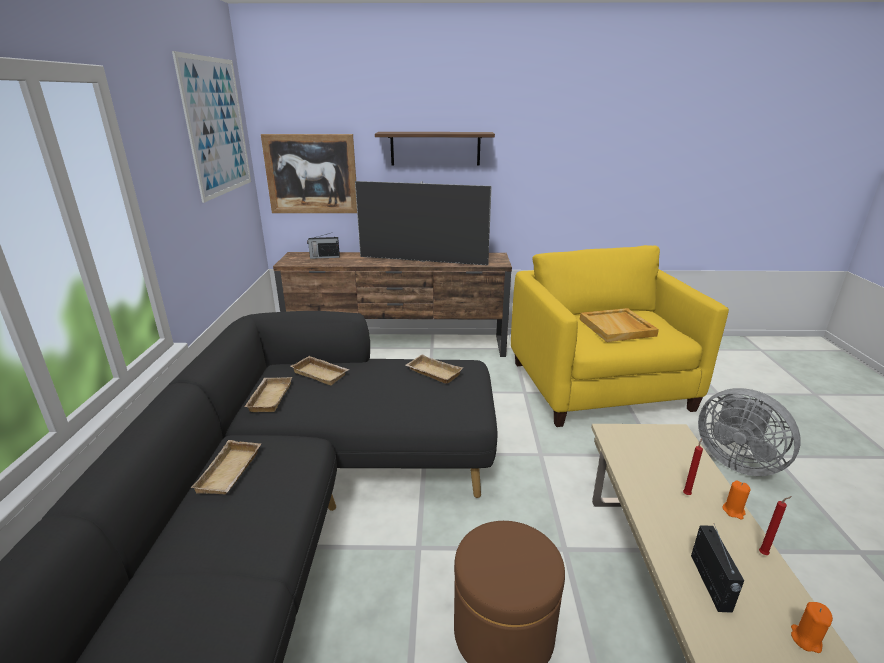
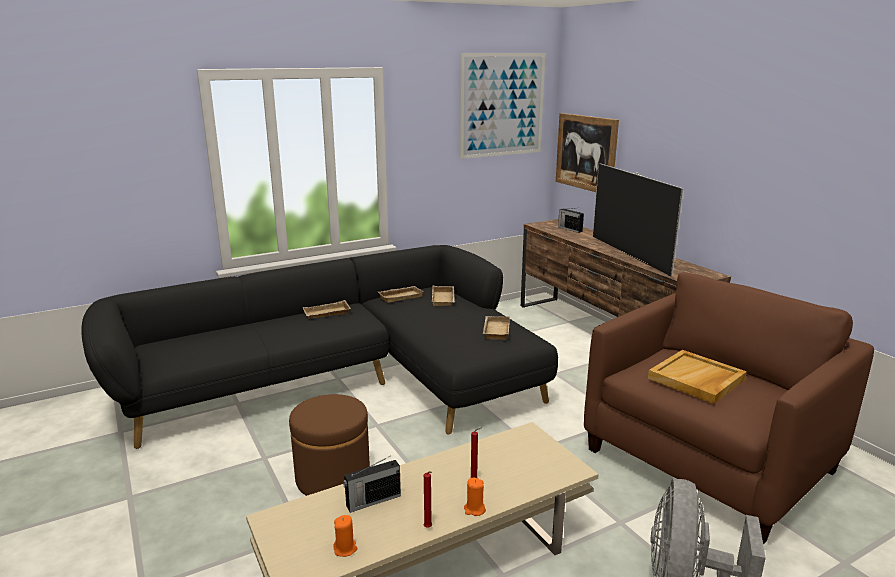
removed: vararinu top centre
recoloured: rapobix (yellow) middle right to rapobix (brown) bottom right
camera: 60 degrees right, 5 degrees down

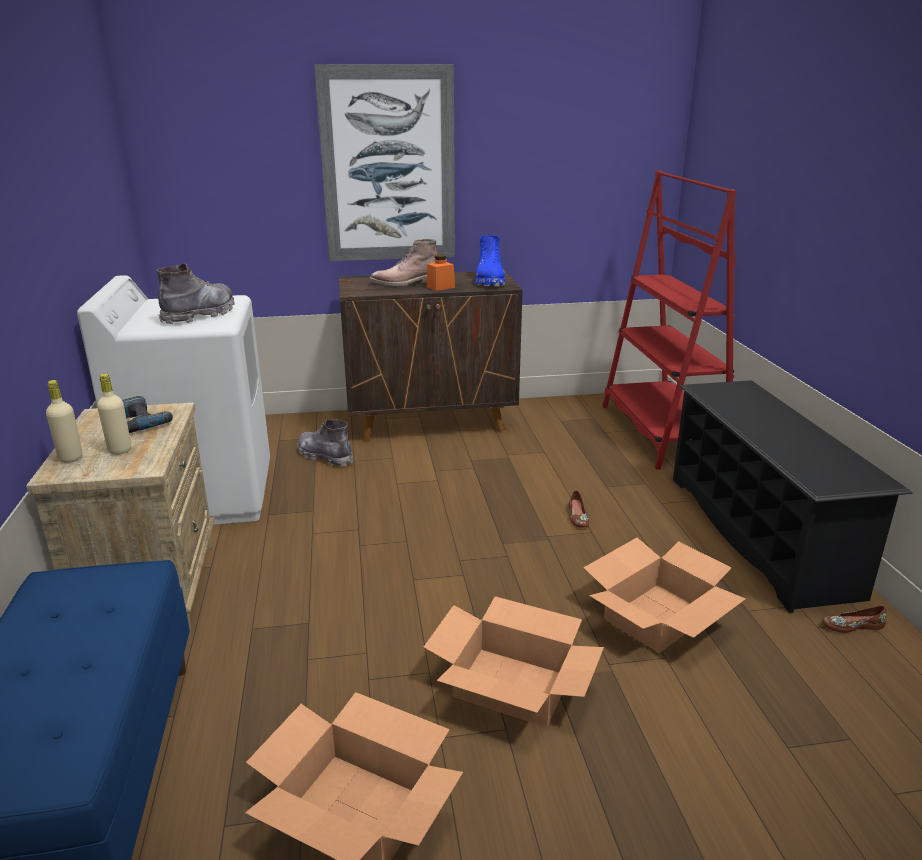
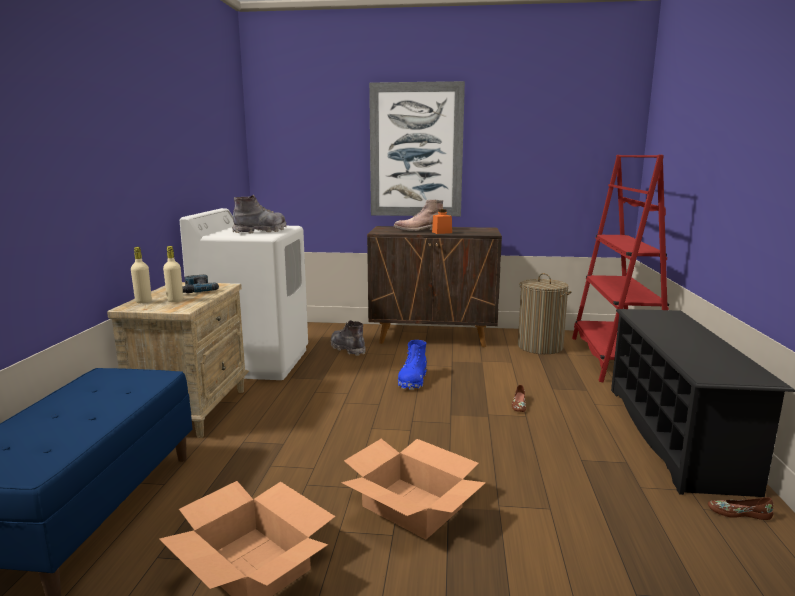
removed: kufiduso (3rd from left) bottom right
added: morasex middle right
moved: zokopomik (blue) top centre to centre
camera: 15 degrees right, 10 degrees down

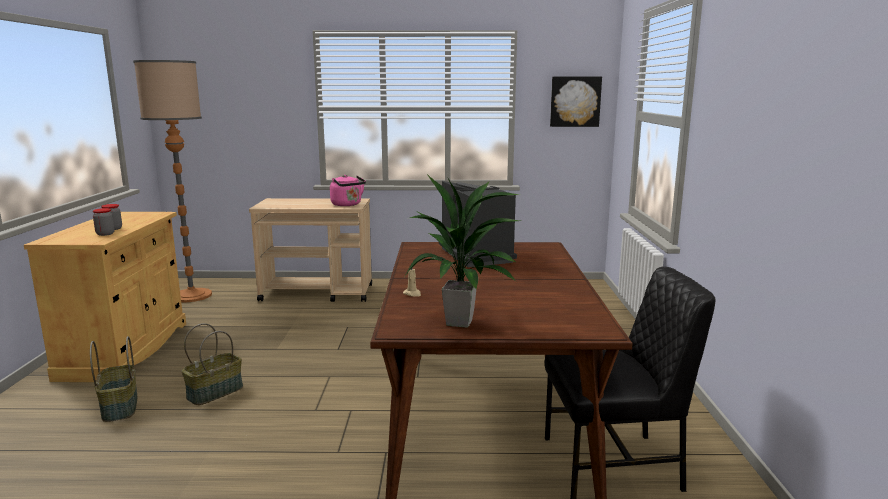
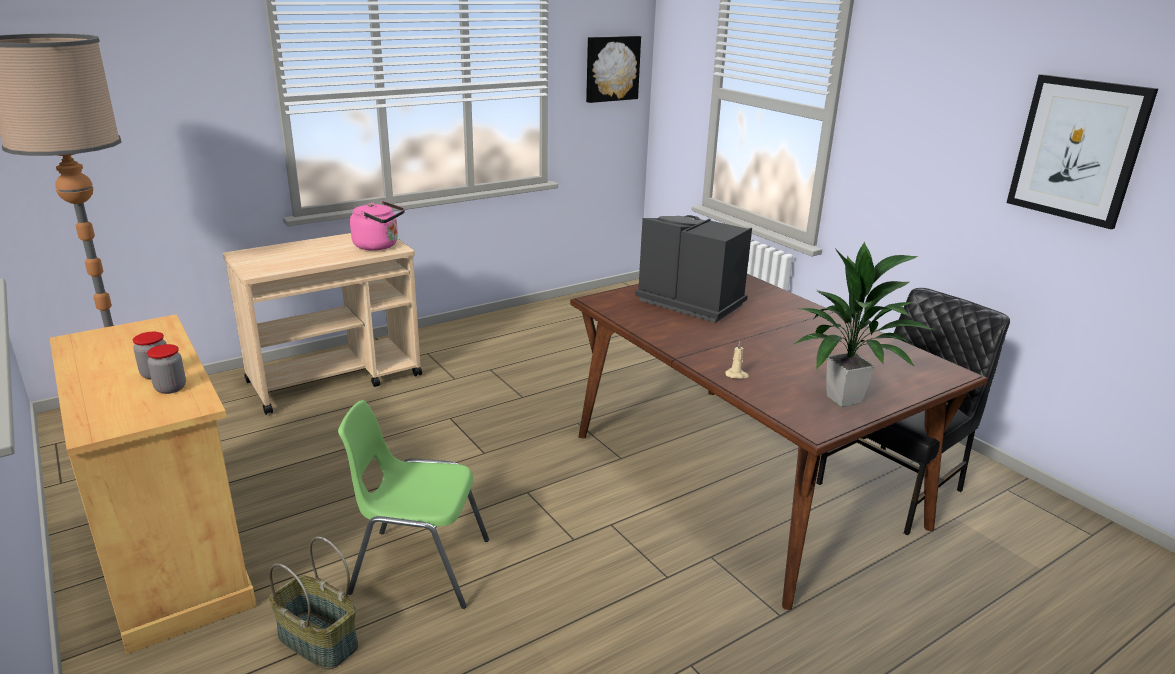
added: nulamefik (2nd from left) top right
replaced: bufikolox (2nd from left) bottom left to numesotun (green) bottom centre
camera: 35 degrees left, 10 degrees up

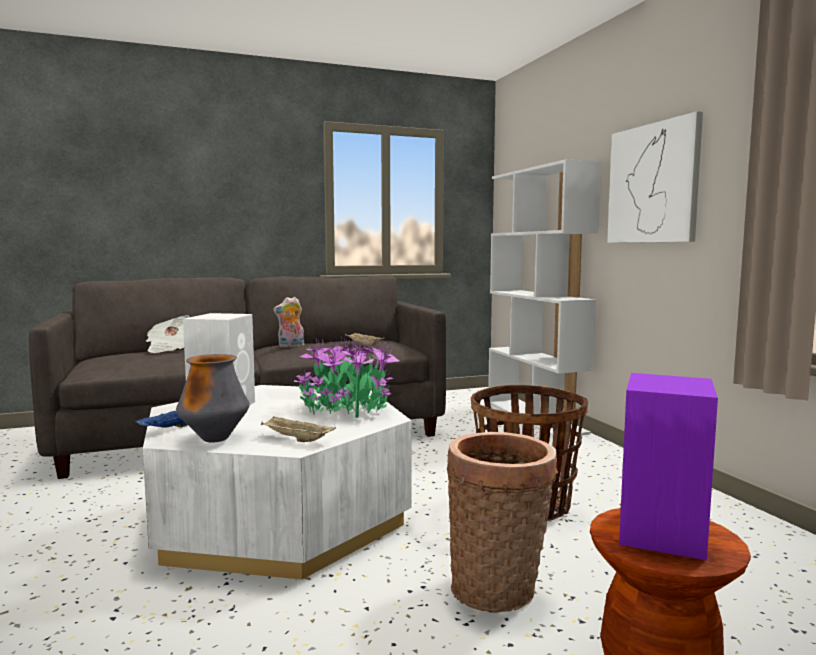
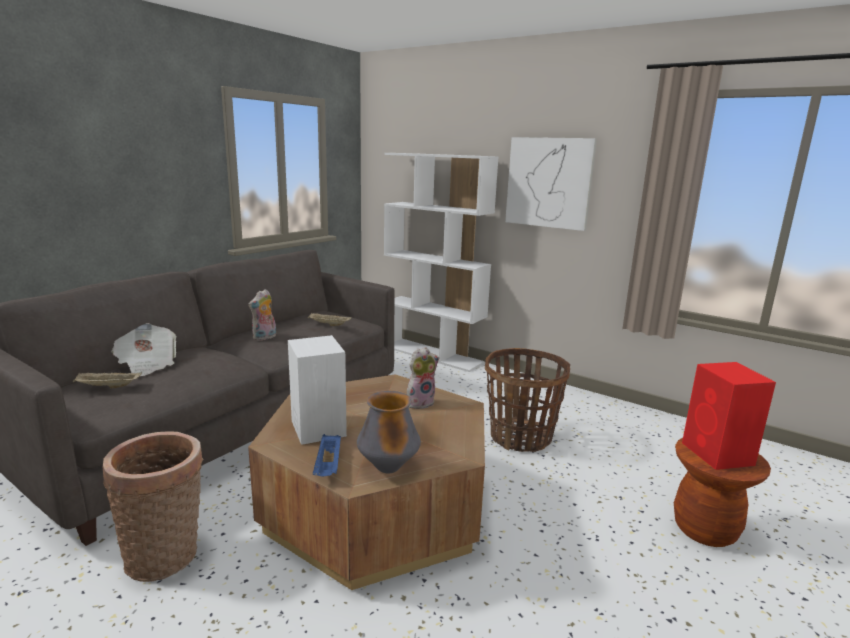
moved: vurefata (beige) (1st from left) centre to middle left; bufikolox (1st from left) bottom centre to bottom left
replaced: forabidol centre to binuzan (2nd from left) centre
recoloured: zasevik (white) bottom centre to zasevik (brown) bottom centre; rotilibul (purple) bottom right to rotilibul (red) middle right
camera: 35 degrees left, 10 degrees up

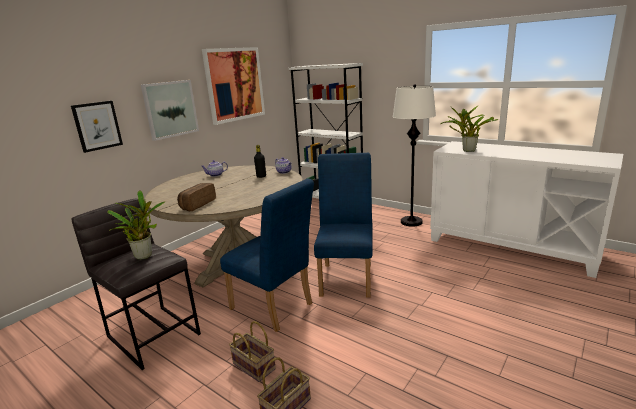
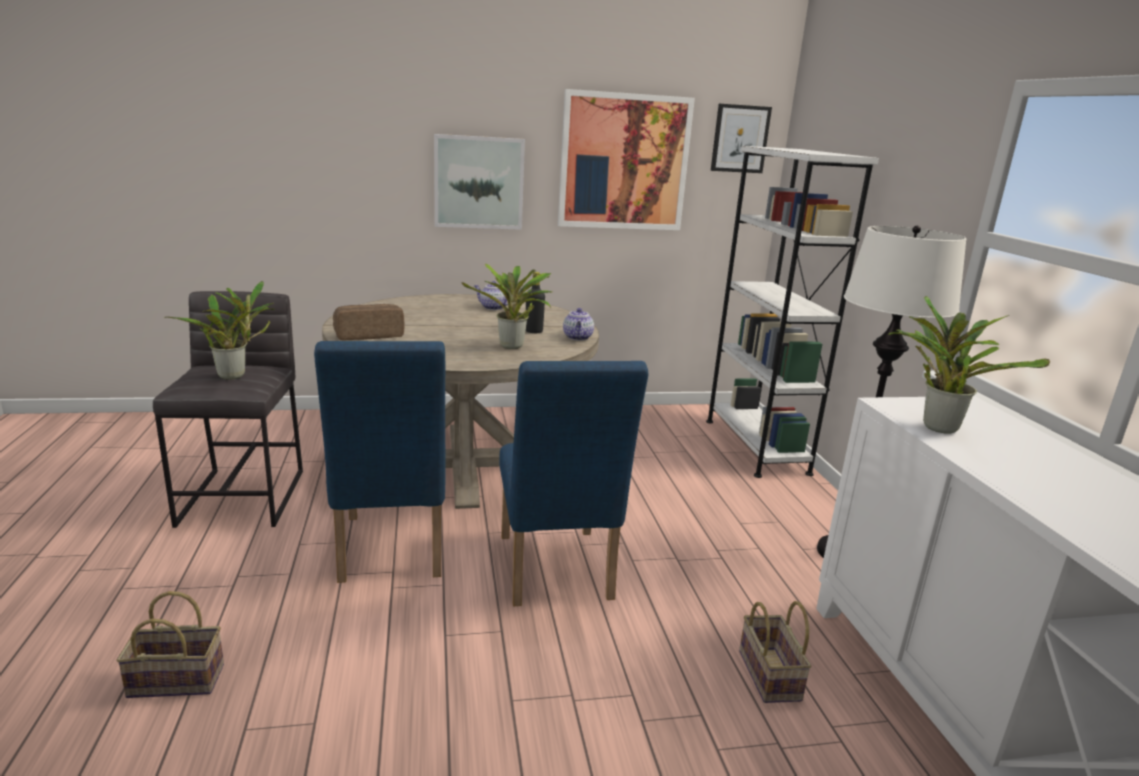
added: forabidol (2nd from left) centre
moved: nulamefik (1st from left in the first image) top left to nulamefik (3rd from left) top centre; bufikolox (1st from left in the first image) bottom centre to bufikolox (2nd from left) bottom right
turned: numesotun (blue) (2nd from left) centre = centre 120 degrees clockwise
camera: 40 degrees right, 0 degrees up

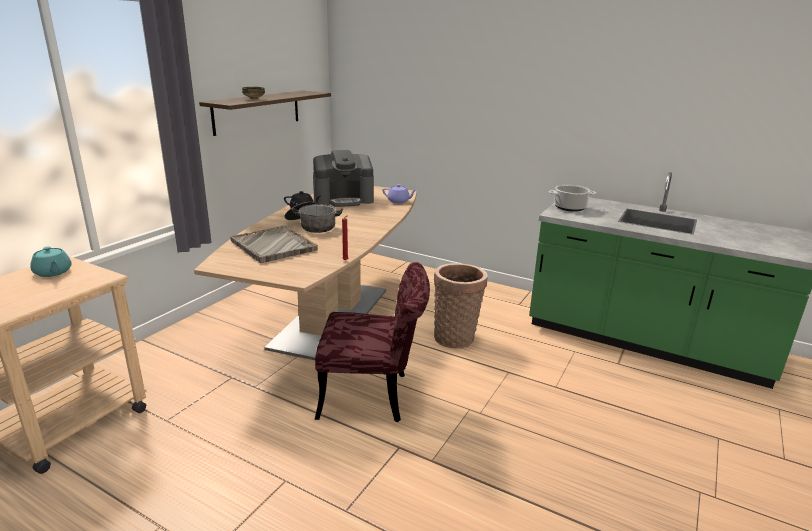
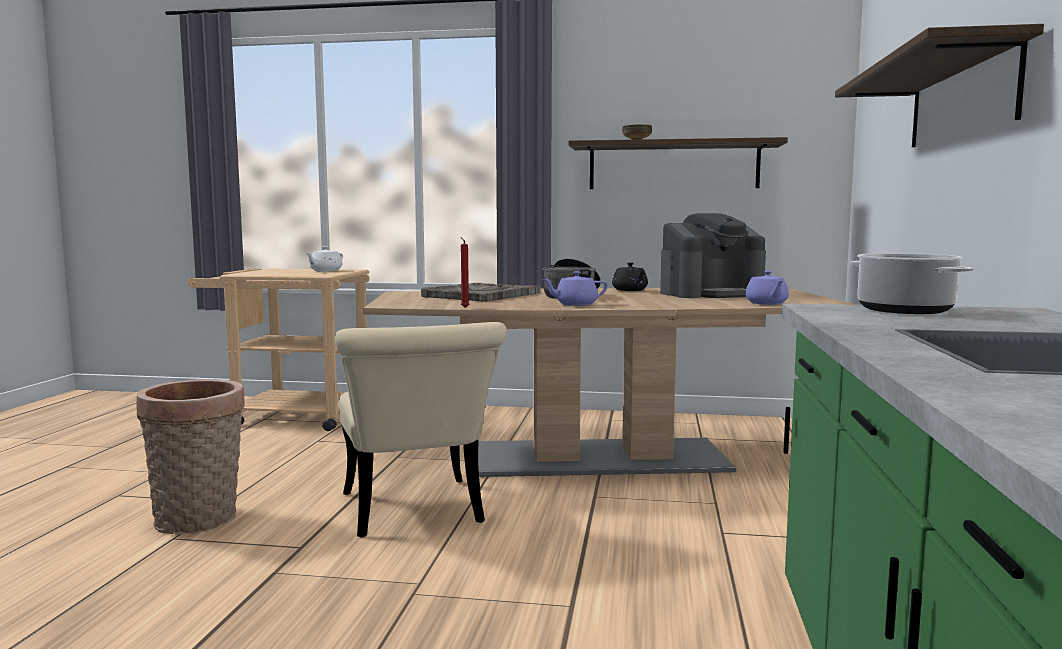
added: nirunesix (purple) (1st from left) centre; vararinu (2nd from left) top right
moved: bufikolox centre to bottom left
recoloured: nirunesix (turquoise) middle left to nirunesix (white) middle left; numesotun (red) centre to numesotun (beige) centre
turned: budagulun centre = middle right 75 degrees counterclockwise
camera: 70 degrees right, 15 degrees down

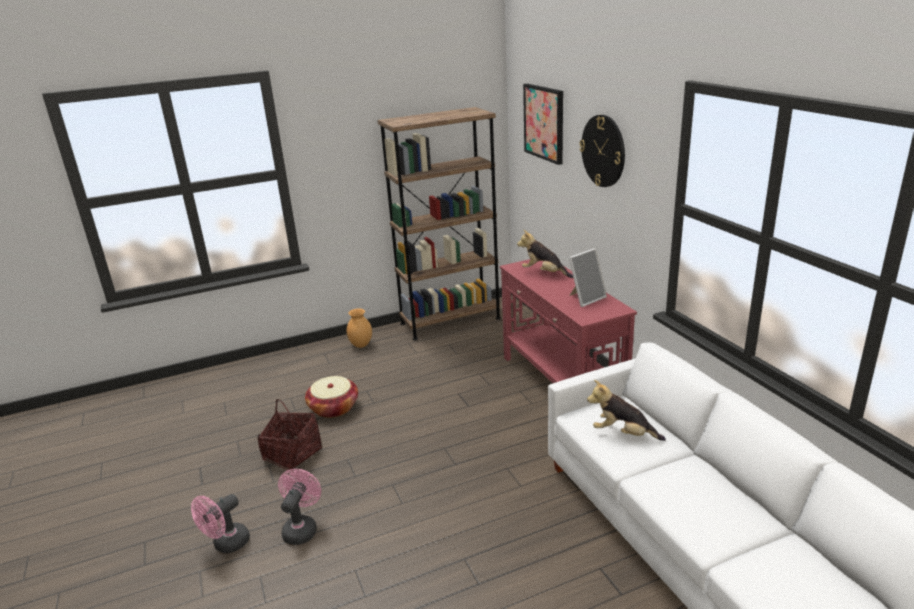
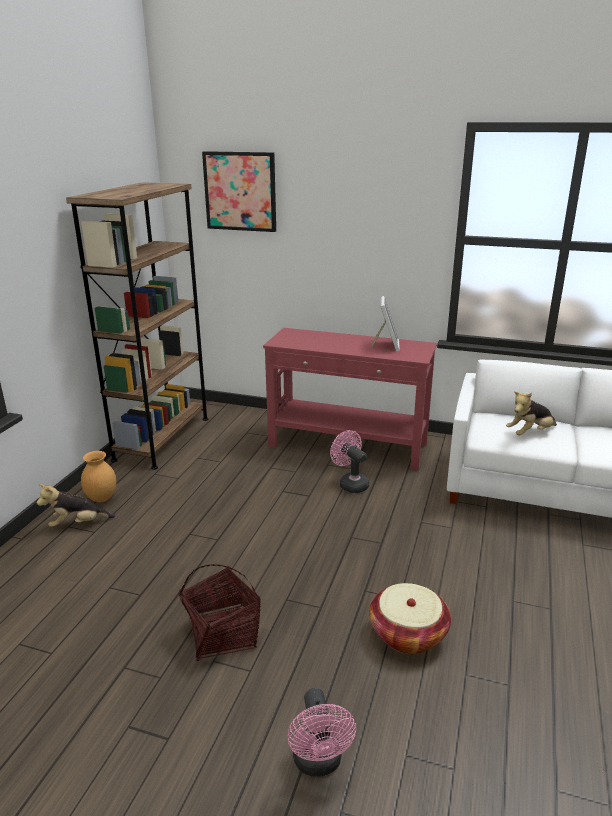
removed: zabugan top centre
moved: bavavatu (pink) (2nd from left) bottom left to centre; bufikolox (2nd from left) centre to bottom right; binuzan (1st from left) centre to middle left
camera: 50 degrees left, 0 degrees up

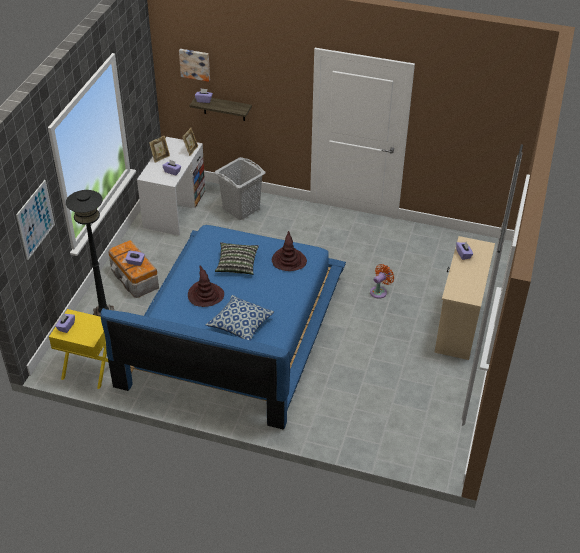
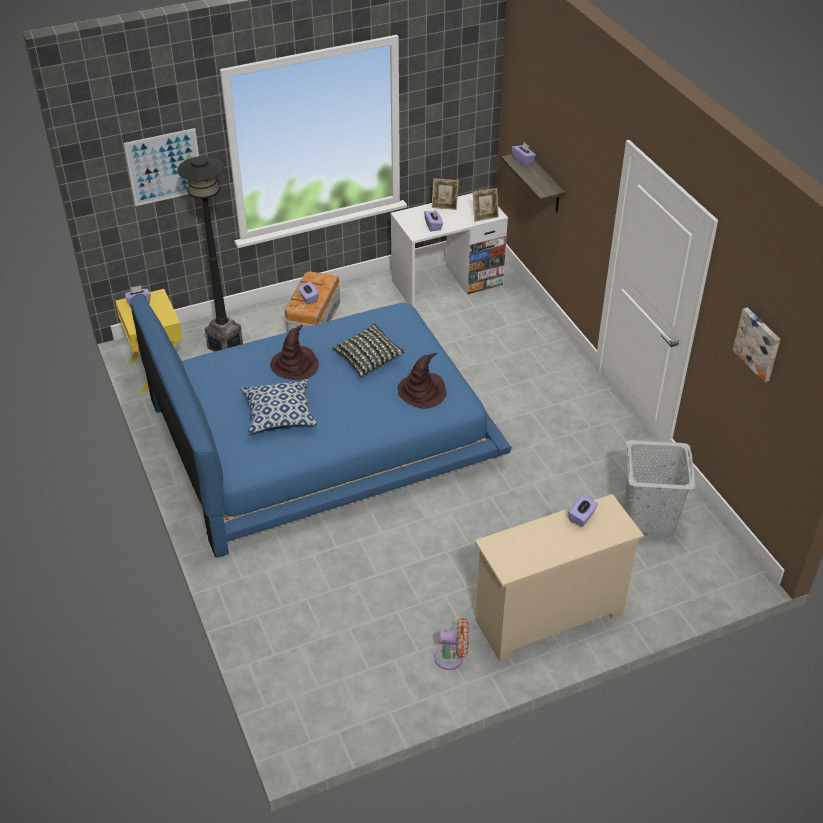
moved: nulamefik (2nd from left) top centre to middle right; morasex (grey) centre to middle right; bavavatu (orange) centre to bottom centre
camera: 50 degrees right, 0 degrees up

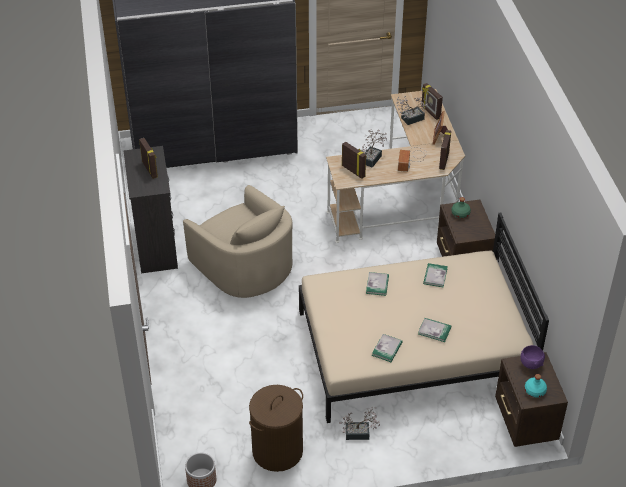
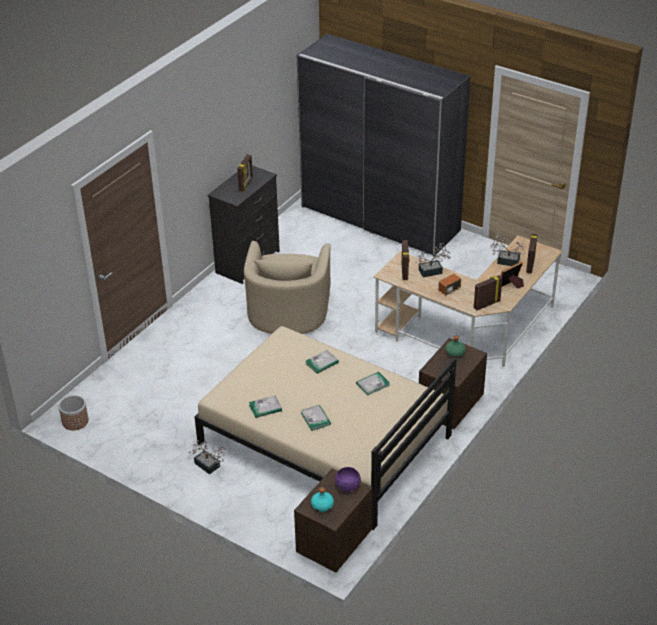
removed: morasex (brown) bottom centre
camera: 45 degrees right, 5 degrees down

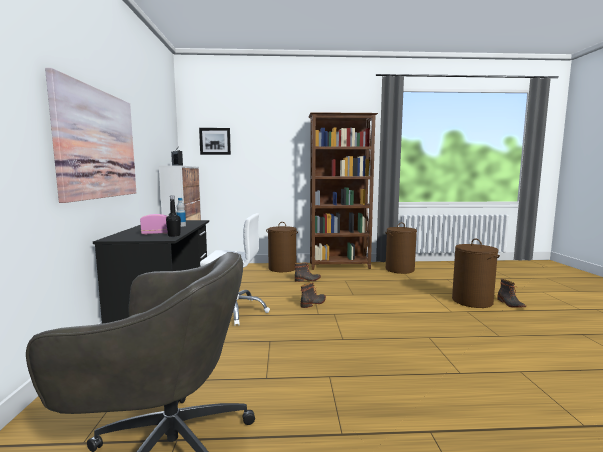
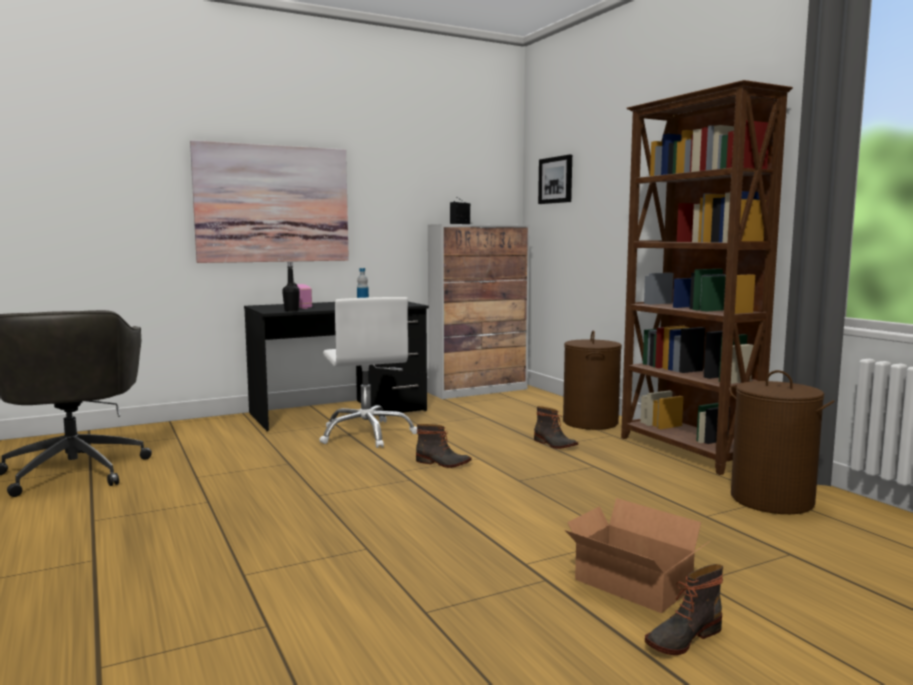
replaced: morasex (brown) (3rd from left) middle right to kufiduso bottom right
camera: 65 degrees right, 0 degrees up

